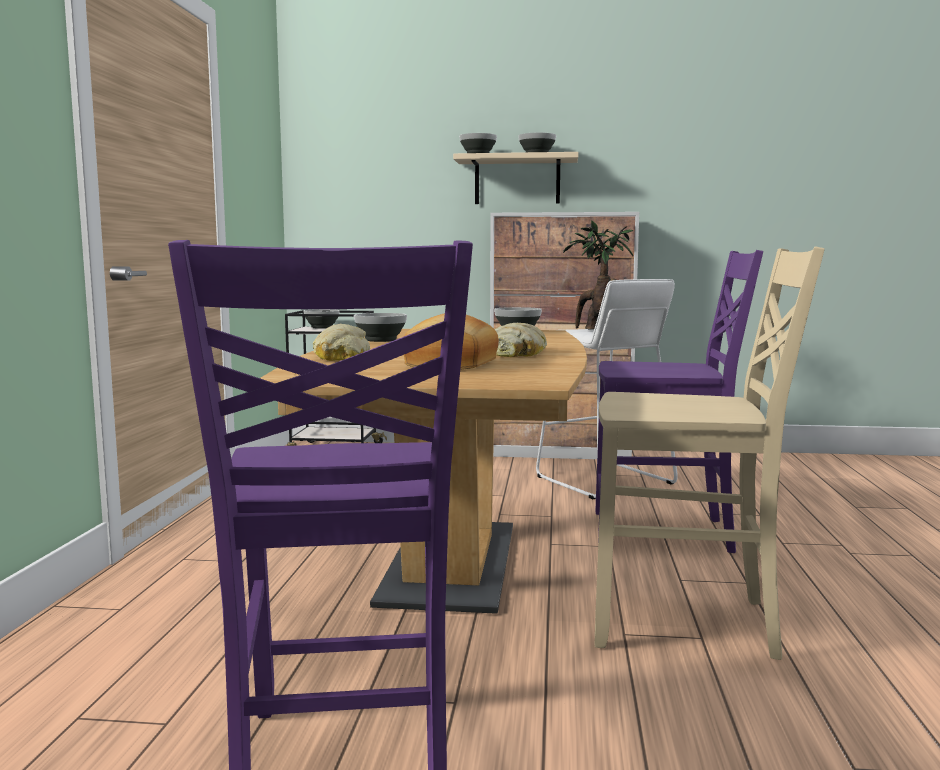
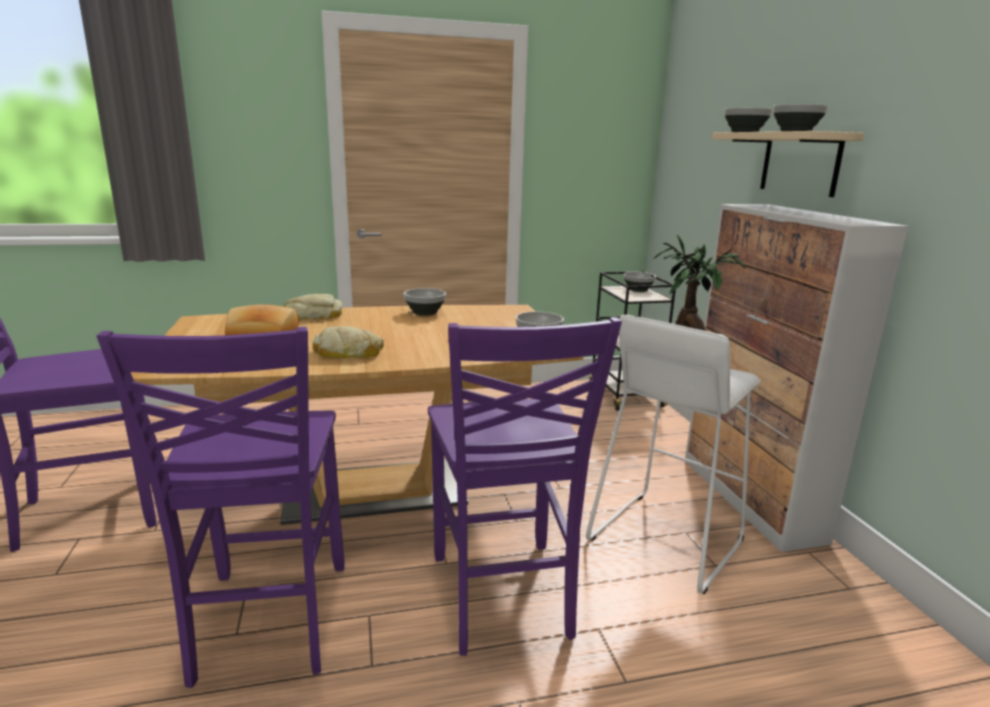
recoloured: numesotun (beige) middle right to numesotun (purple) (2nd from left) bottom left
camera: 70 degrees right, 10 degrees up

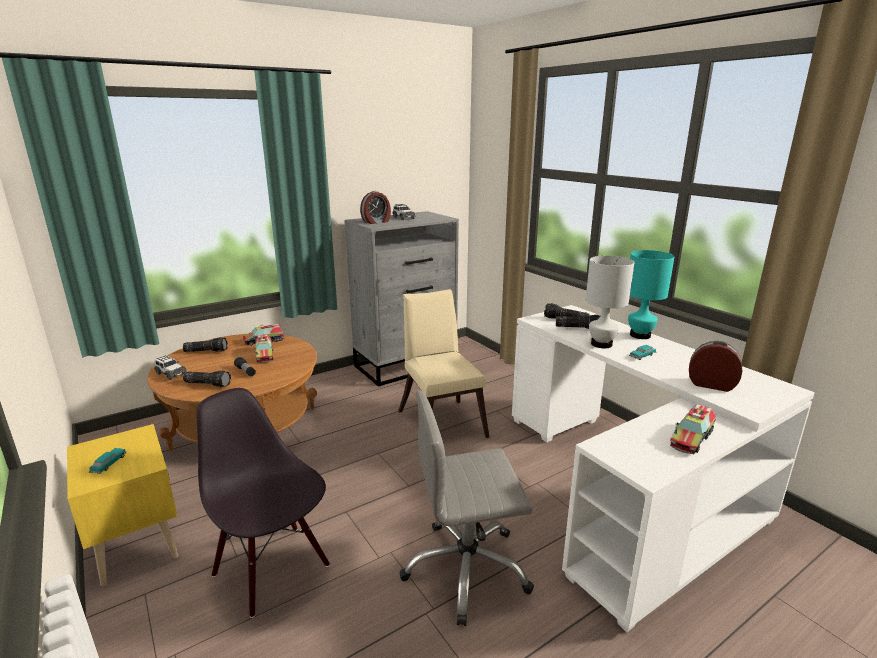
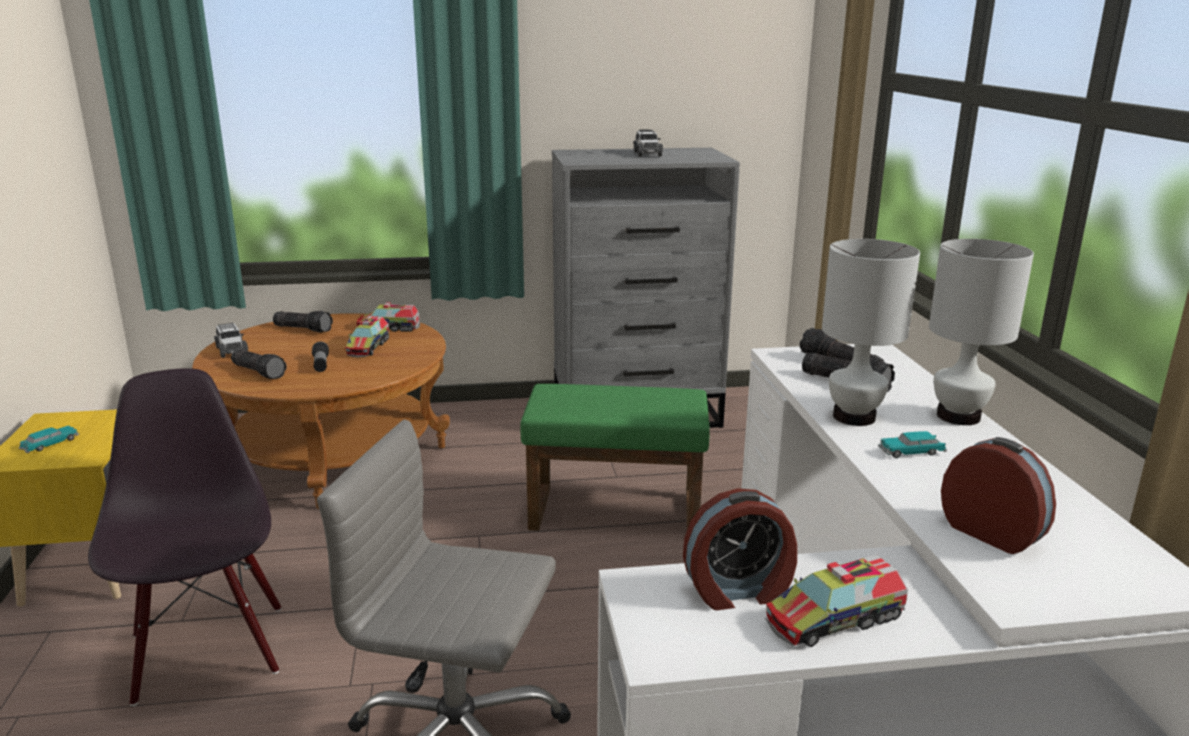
moved: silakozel (1st from left) top centre to bottom centre
replaced: numesotun (beige) centre to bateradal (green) centre
recoloured: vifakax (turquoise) middle right to vifakax (white) (2nd from left) middle right
camera: 25 degrees right, 0 degrees up

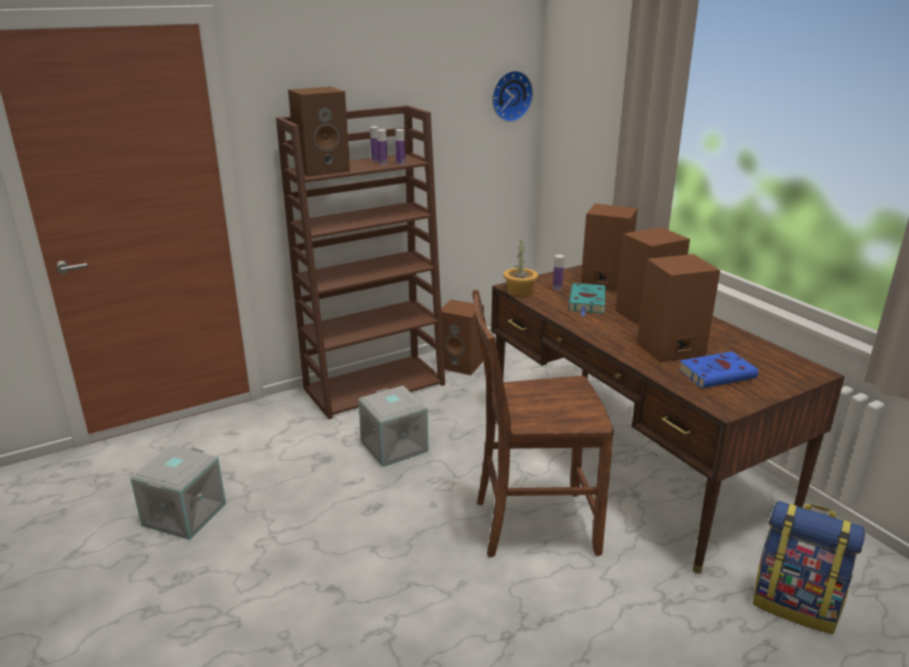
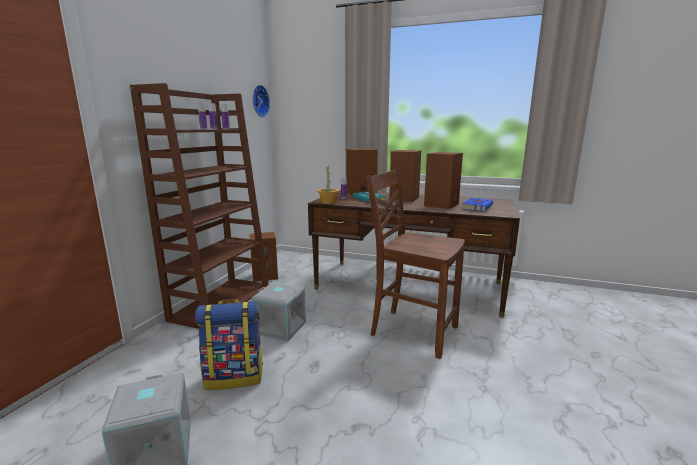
removed: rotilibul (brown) (1st from left) top centre
moved: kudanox bottom right to bottom left
turned: numesotun (brown) centre = centre 75 degrees clockwise
camera: 40 degrees left, 10 degrees down

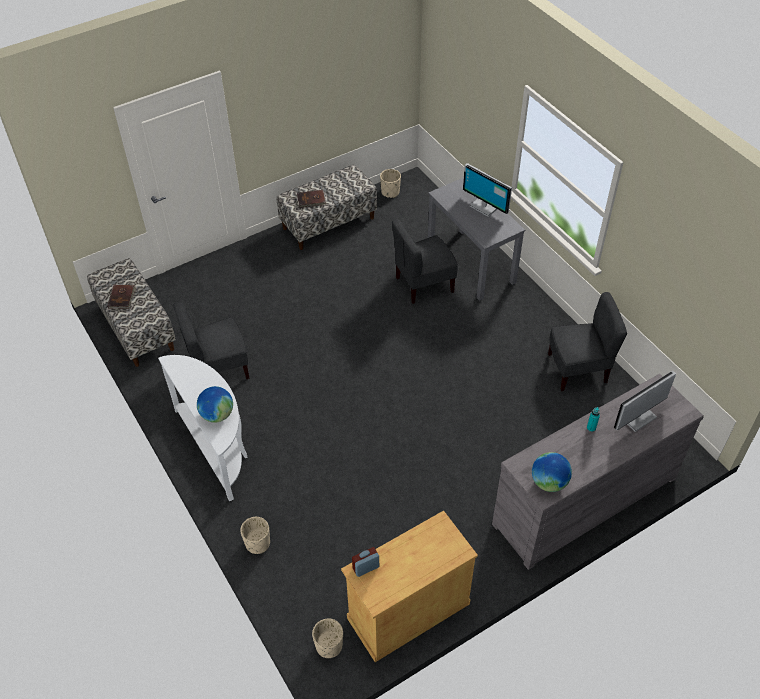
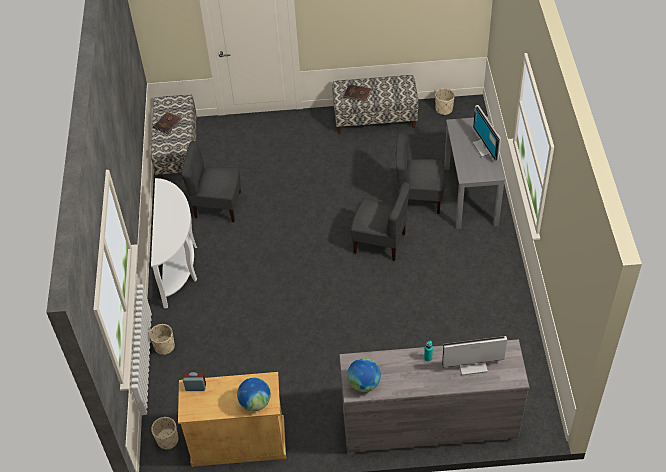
moved: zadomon (1st from left) middle left to bottom centre; numesotun (grey) (3rd from left in the first image) middle right to numesotun (grey) (2nd from left) centre
camera: 30 degrees right, 0 degrees up

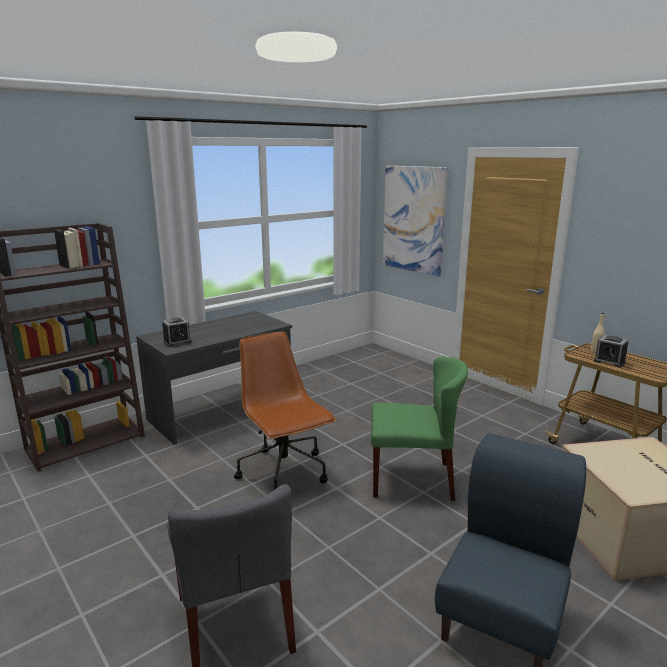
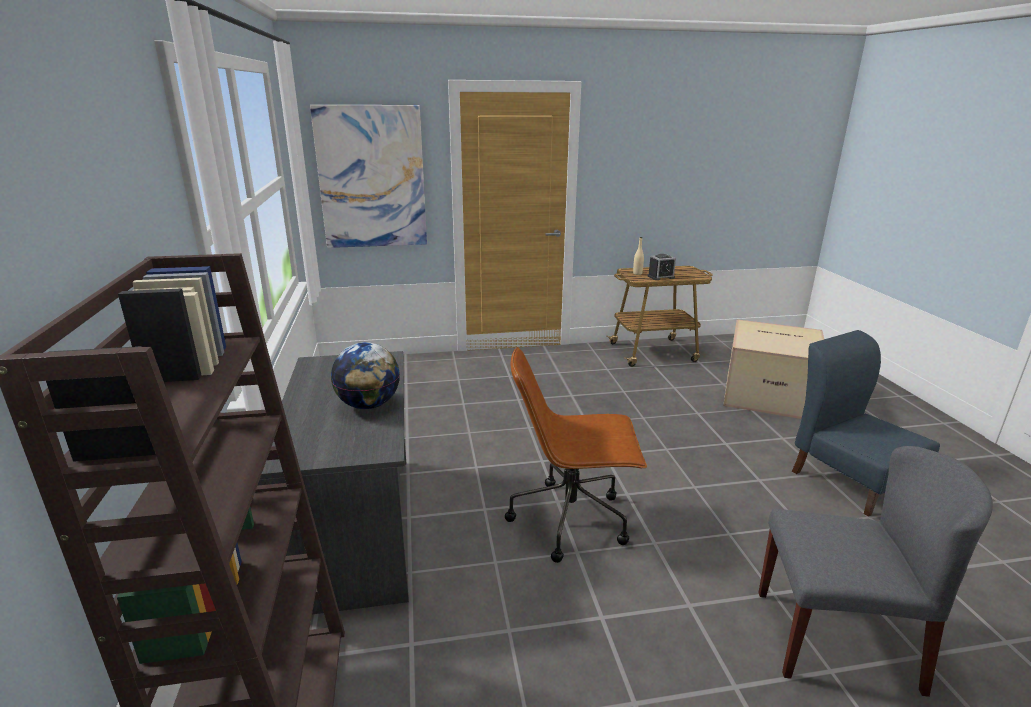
removed: silakozel (1st from left) middle left; numesotun (green) centre
added: zadomon centre
camera: 60 degrees left, 5 degrees up

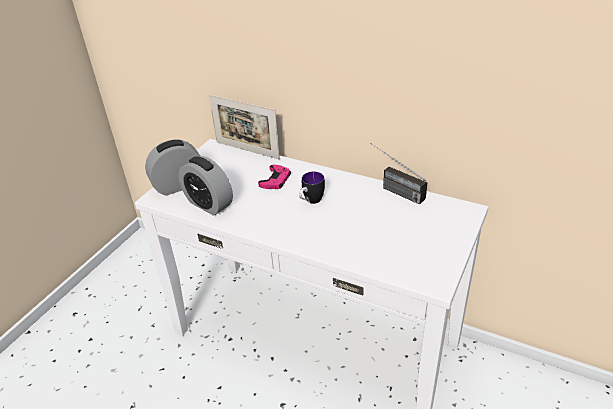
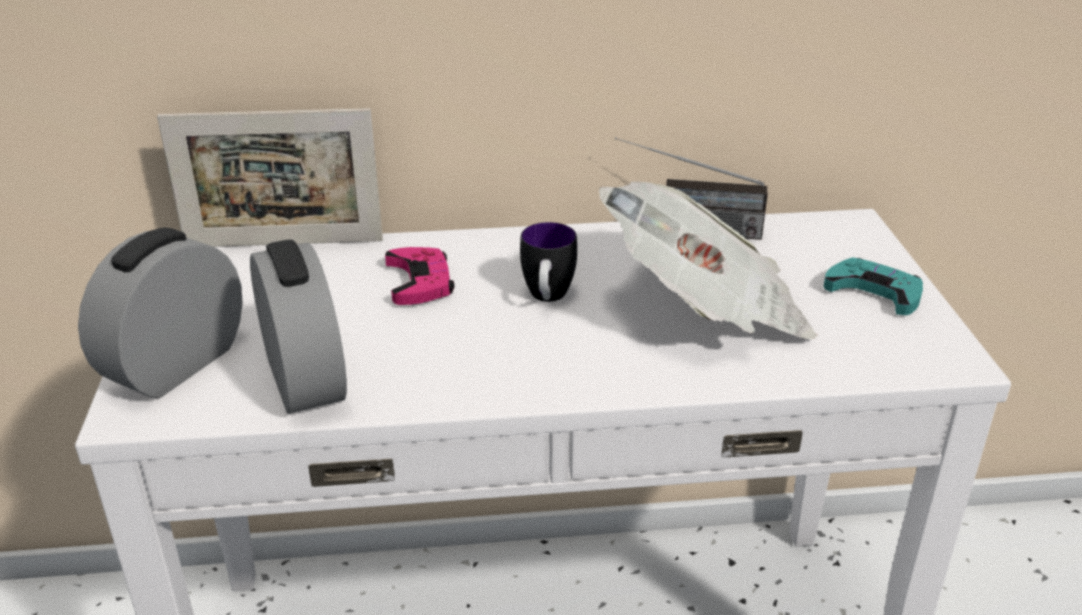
added: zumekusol centre; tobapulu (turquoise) middle right
turned: silakozel (2nd from left) centre = middle left 120 degrees counterclockwise
camera: 35 degrees left, 5 degrees down

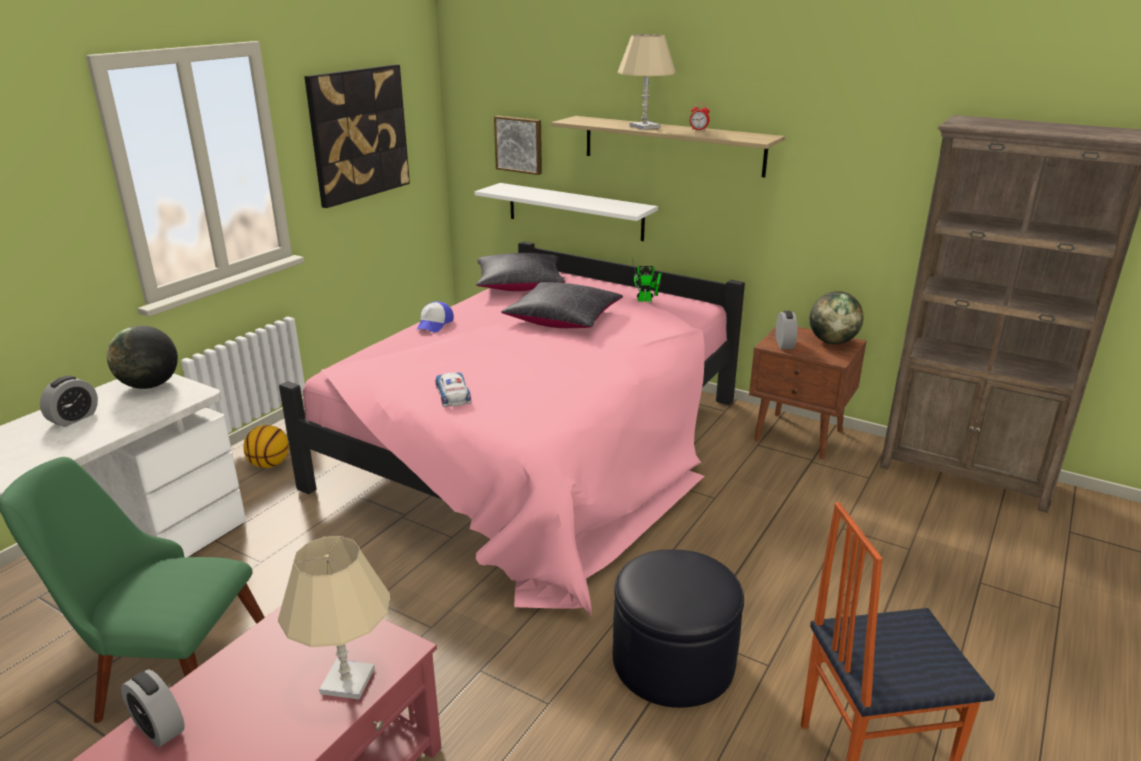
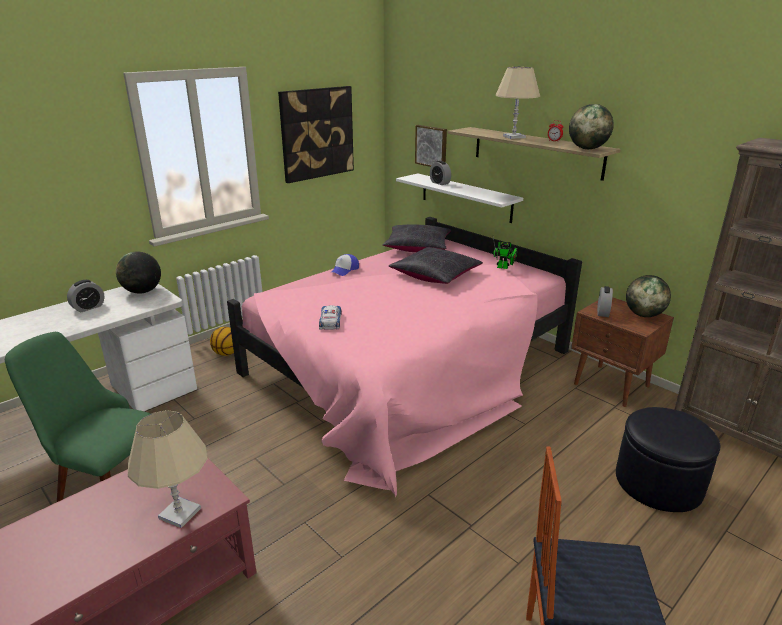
added: zadomon (2nd from left) top right
moved: silakozel (2nd from left) bottom left to top centre; bateradal (black) bottom centre to bottom right
camera: 15 degrees right, 0 degrees up

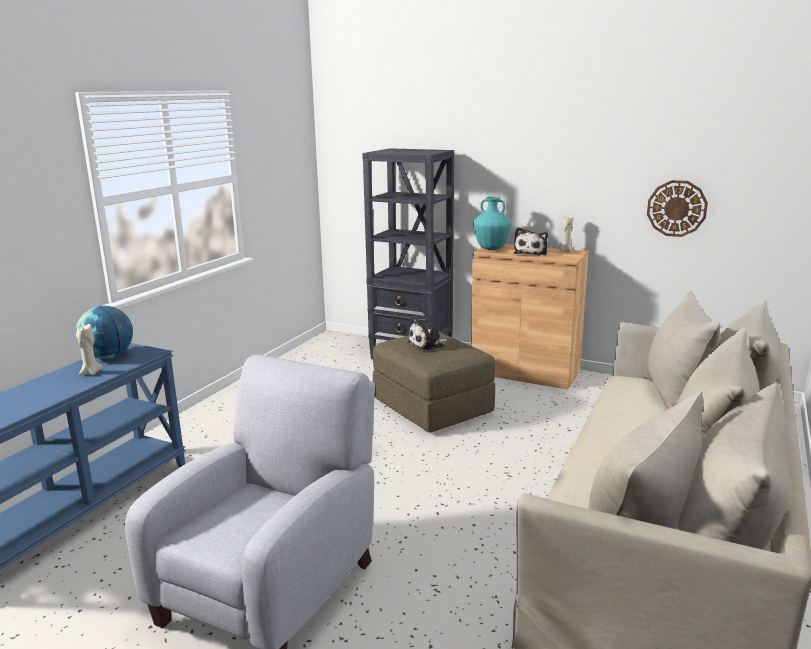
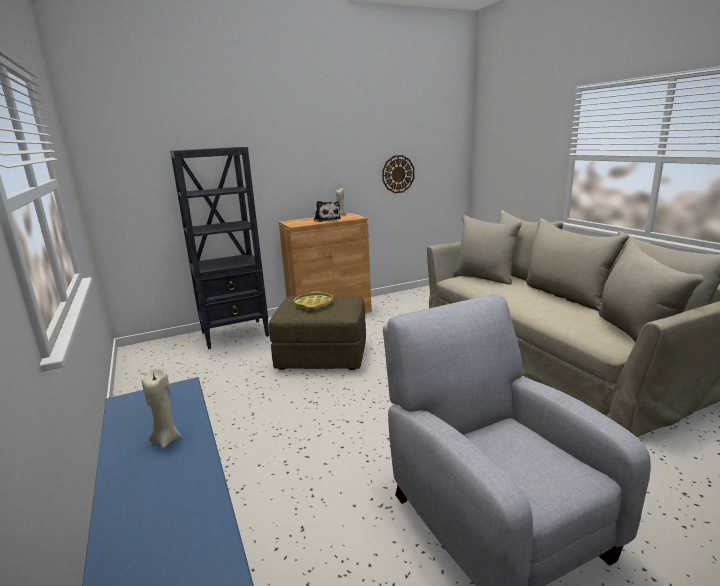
removed: zadomon middle left; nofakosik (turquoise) centre
replaced: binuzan (1st from left) centre to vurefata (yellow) centre
camera: 50 degrees left, 0 degrees up

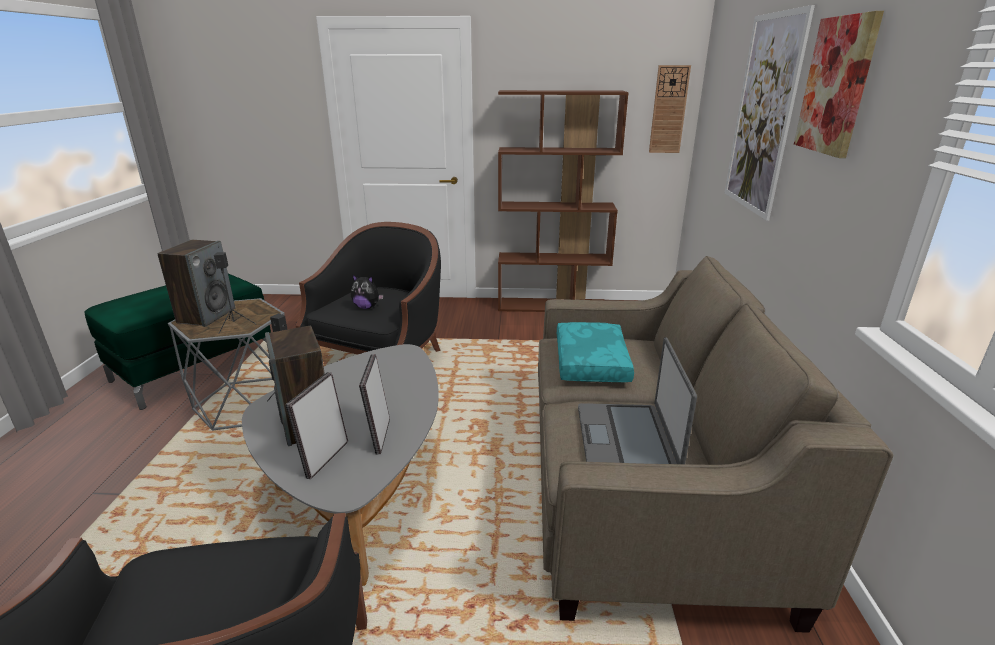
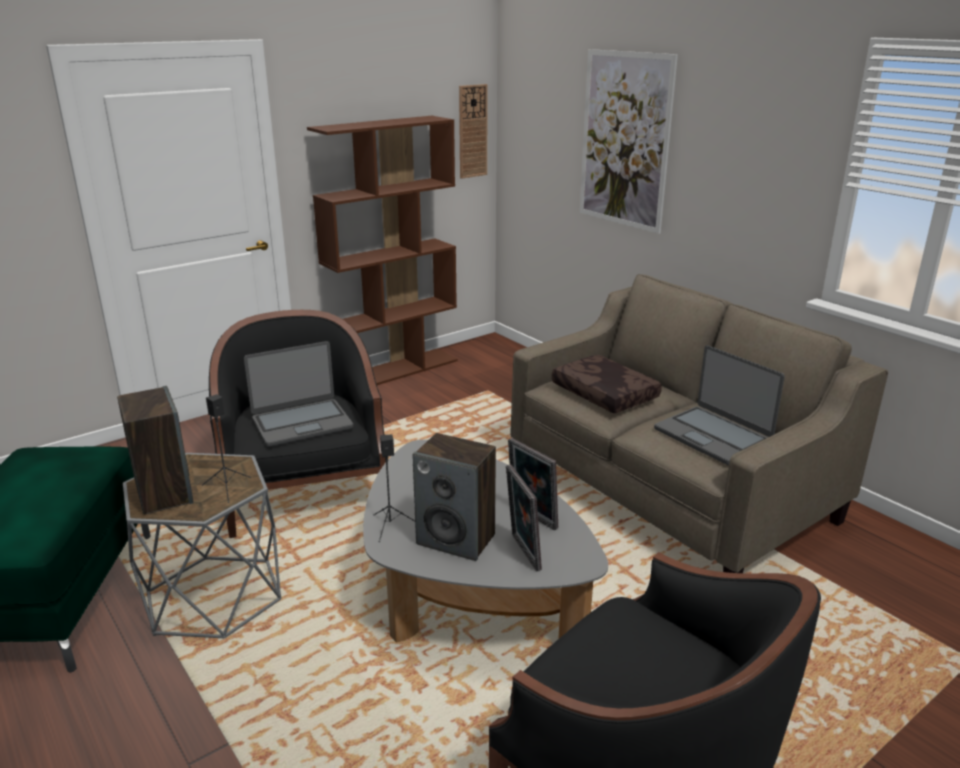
removed: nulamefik (2nd from left) top right
replaced: binuzan centre to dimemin (1st from left) middle left
recoloured: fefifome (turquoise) centre to fefifome (brown) centre
camera: 40 degrees left, 0 degrees up

